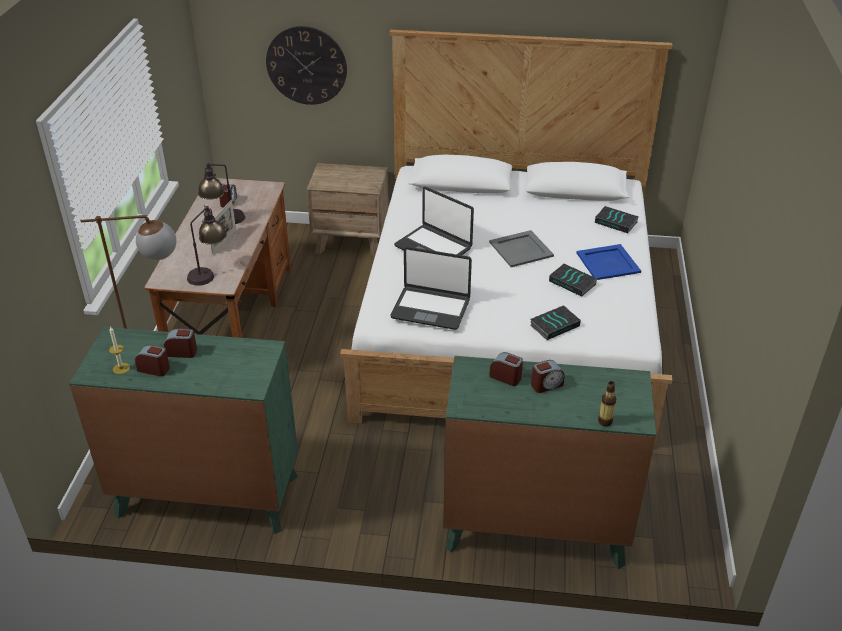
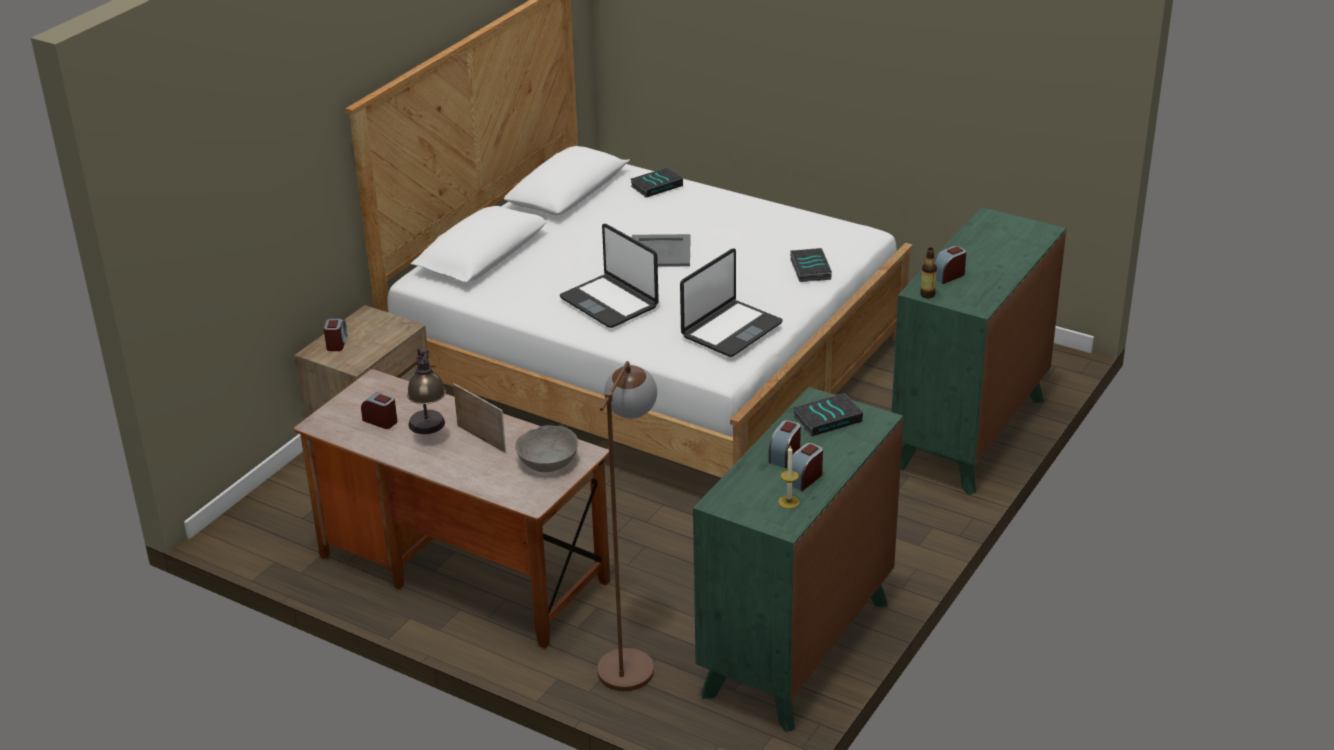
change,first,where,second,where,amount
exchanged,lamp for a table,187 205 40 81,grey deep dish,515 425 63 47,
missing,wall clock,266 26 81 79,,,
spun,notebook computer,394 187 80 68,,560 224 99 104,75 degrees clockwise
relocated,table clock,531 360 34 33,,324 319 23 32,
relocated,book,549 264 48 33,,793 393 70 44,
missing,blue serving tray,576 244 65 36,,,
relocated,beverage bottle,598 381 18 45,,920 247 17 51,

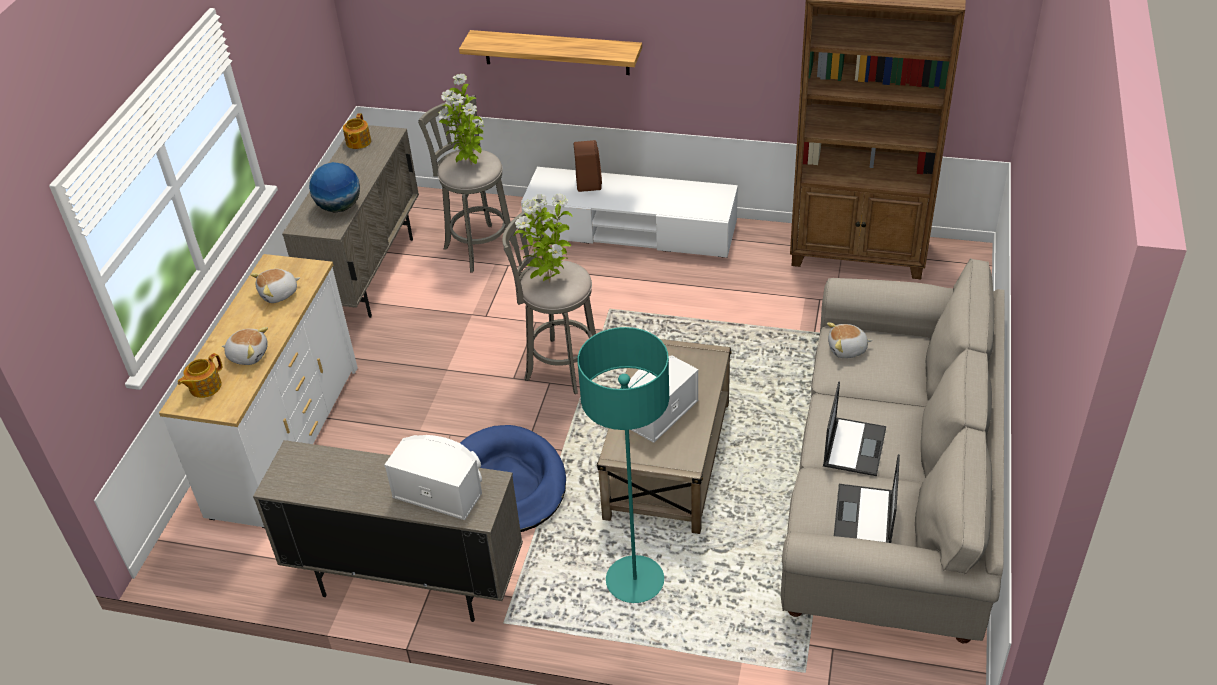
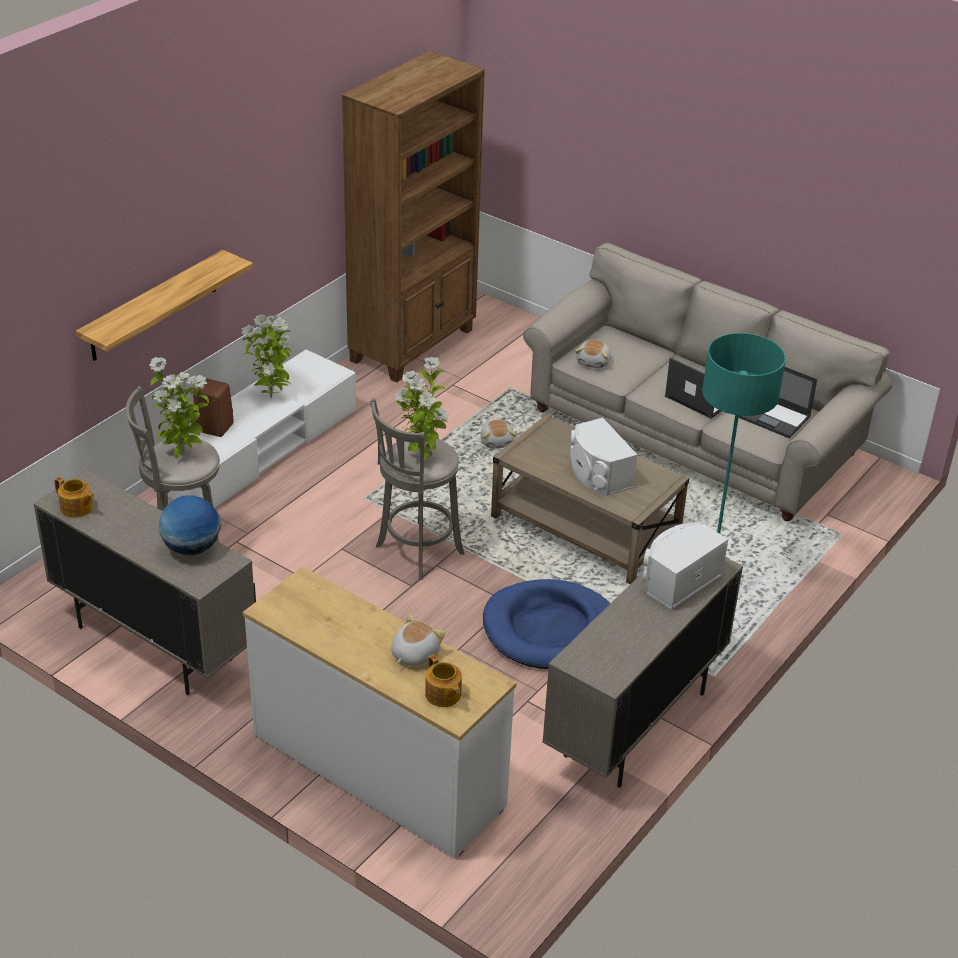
change,first,where,second,where,amount
relocated,soft toy,250 269 50 34,,480 420 36 28,
appeared,,,potted plant,241 314 51 85,

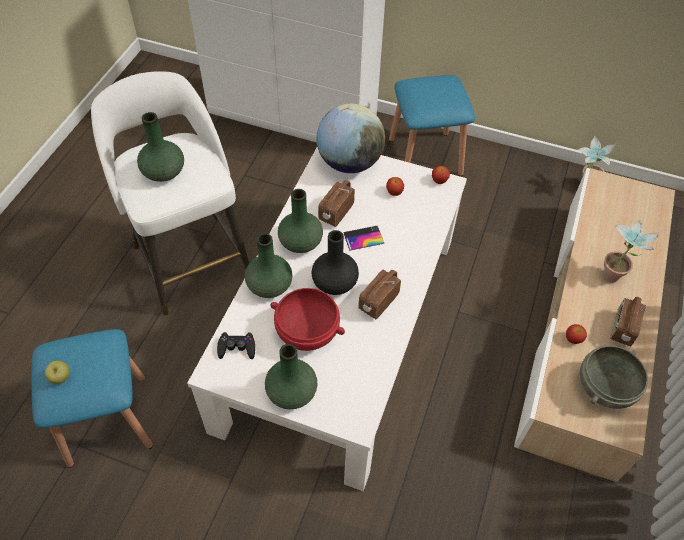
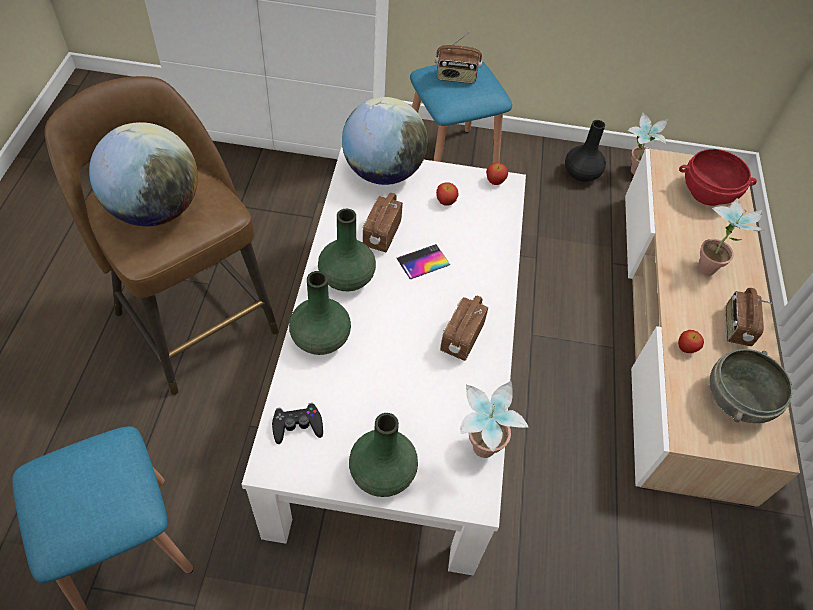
change,first,where,second,where,amount
missing,apple,45 360 25 24,,,
colour,white-coloured stool seat,91 71 158 244,brown stool seat,44 76 235 319,
exchanged,green-coloured flower vase,137 112 47 70,globe,89 122 109 104,
relocated,red-coloured deep dish,270 288 75 63,,679 149 78 57,
relocated,blackish flower vase,312 230 47 65,,565 120 41 62,
appeared,,,radio,435 32 47 51,
appeared,,,potted plant,460 381 69 77,

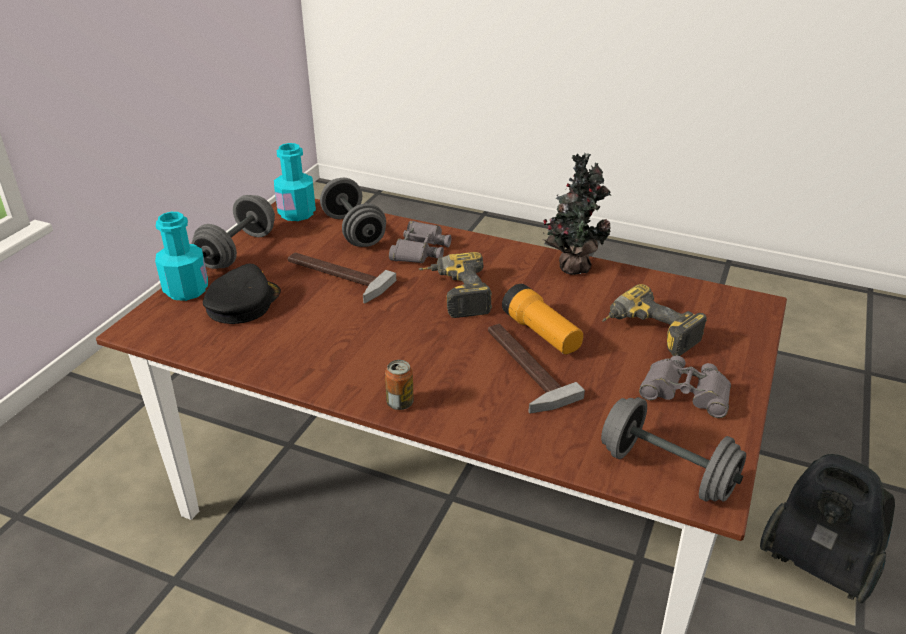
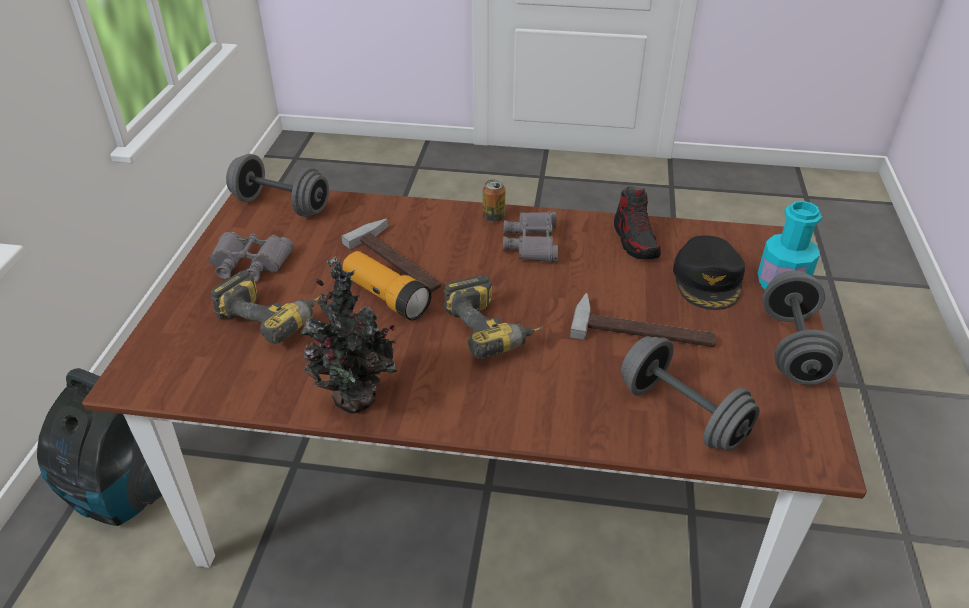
change,first,where,second,where,amount
missing,blue-green beverage bottle,274 143 42 78,,,
relocated,grey pair of binoculars,389 221 62 42,,503 211 55 52,
appeared,,,item of footwear,614 186 47 73,

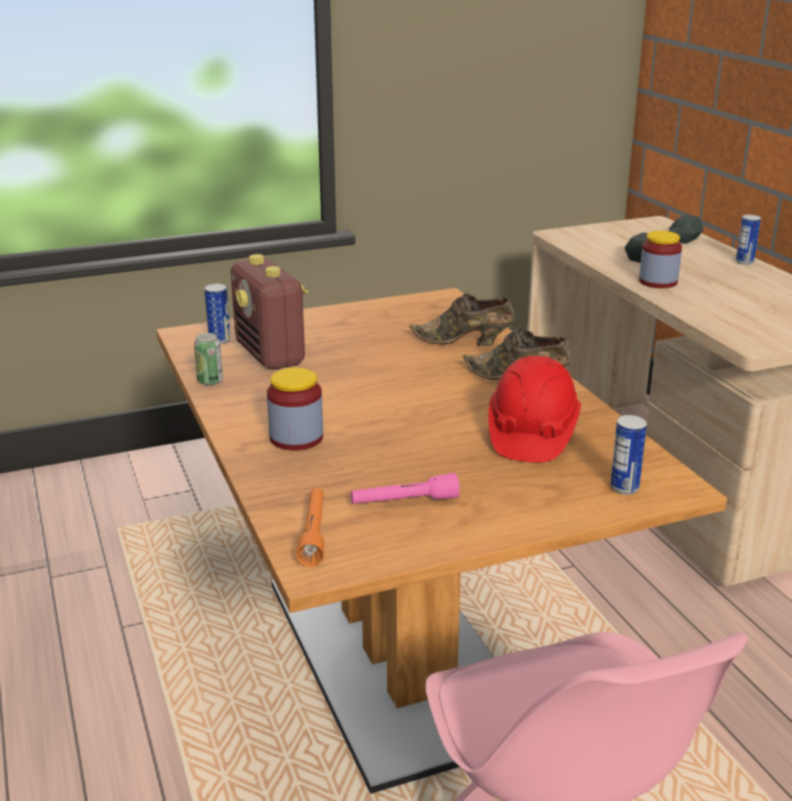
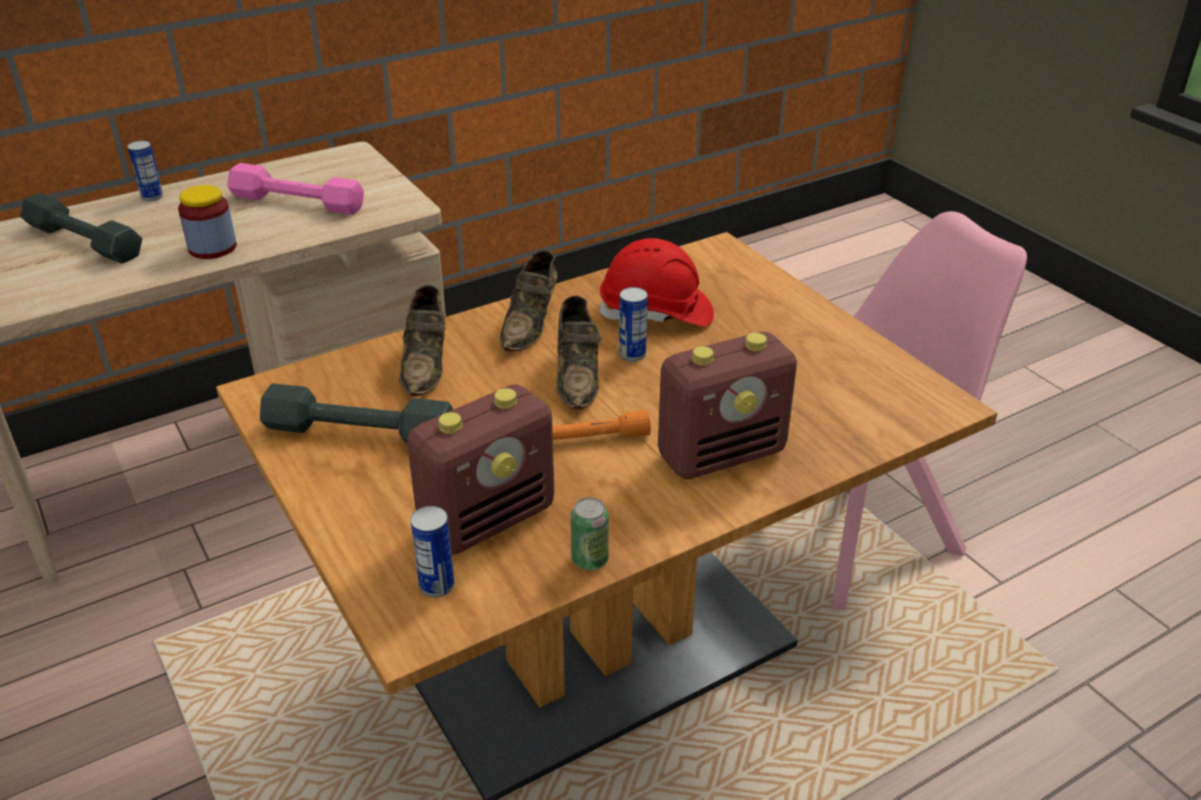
change,first,where,second,where,amount
exchanged,storage jar,267 367 56 84,radio,658 332 139 147,
relocated,orange hand torch,296 488 28 79,,552 410 99 30,
missing,pink-coloured hand torch,351 473 109 31,,,
relocated,can,610 415 37 80,,619 287 29 75,
appeared,,,pink-coloured dumbbell,227 163 137 52,
appeared,,,grey dumbbell,260 384 194 59,
appeared,,,brown item of footwear,556 295 46 115,

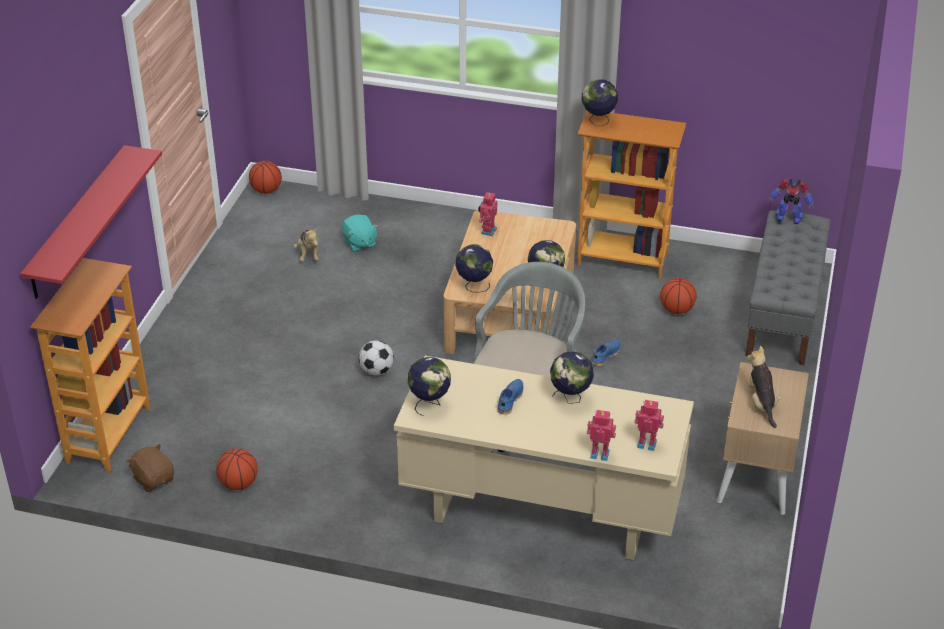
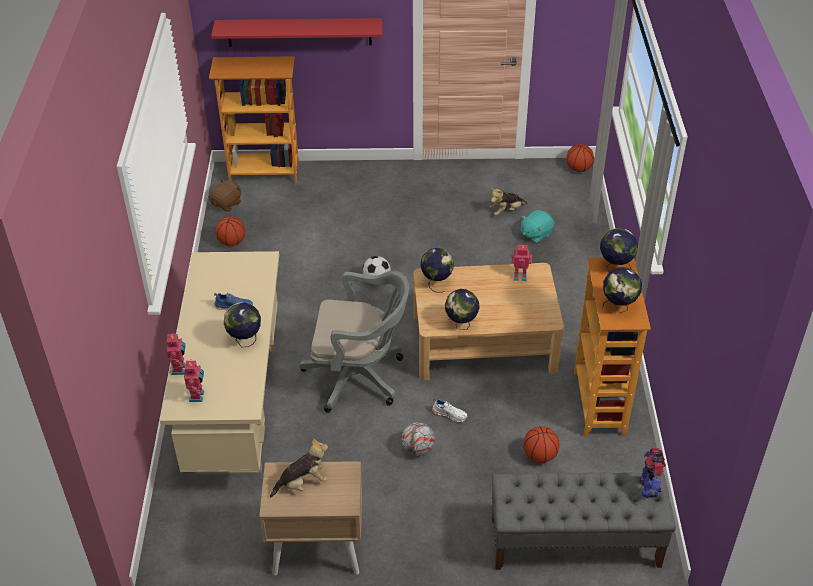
change,first,where,second,where,amount
relocated,globe,408 357 43 59,,602 267 40 46,
colour,blue item of footwear,591 340 30 26,white-coloured item of footwear,432 398 36 24,
appeared,,,football,402 422 33 34,

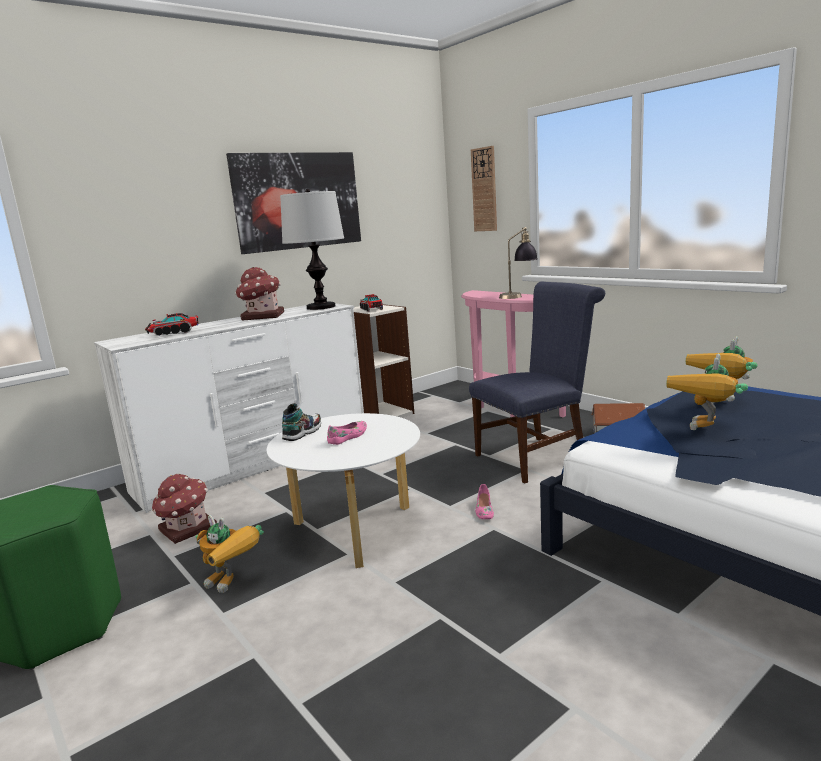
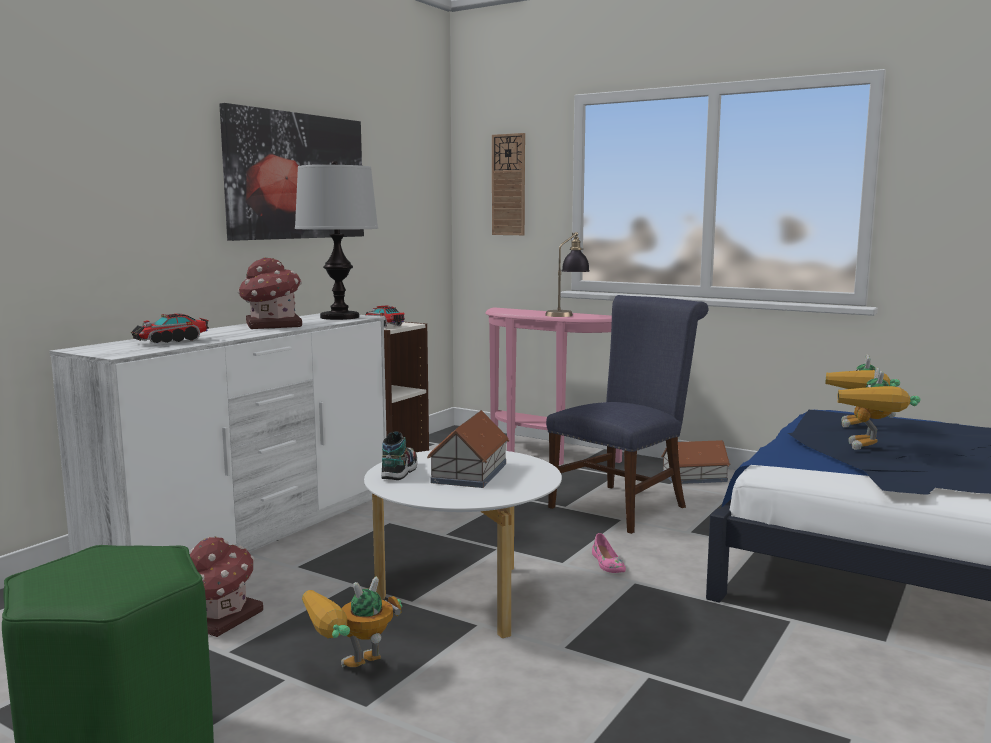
change,first,where,second,where,amount
spun,toy robot,195 515 69 78,,302 577 100 91,135 degrees clockwise
exchanged,pink-coloured item of footwear,327 421 40 24,model house,427 410 82 78,

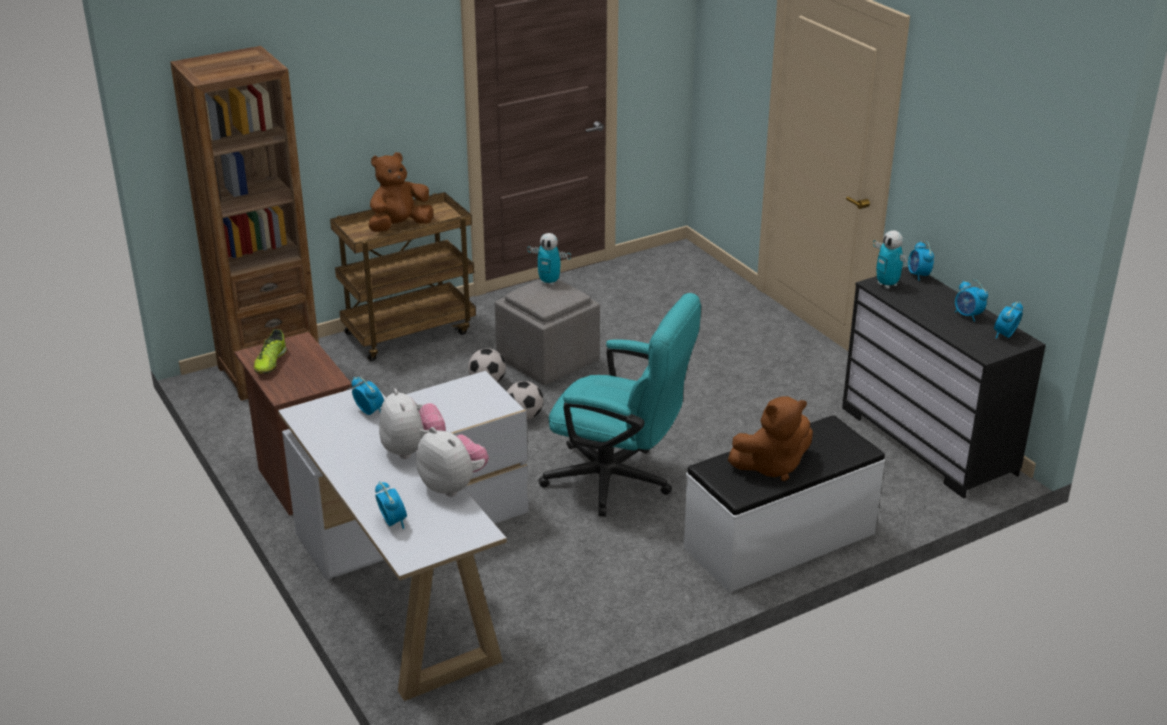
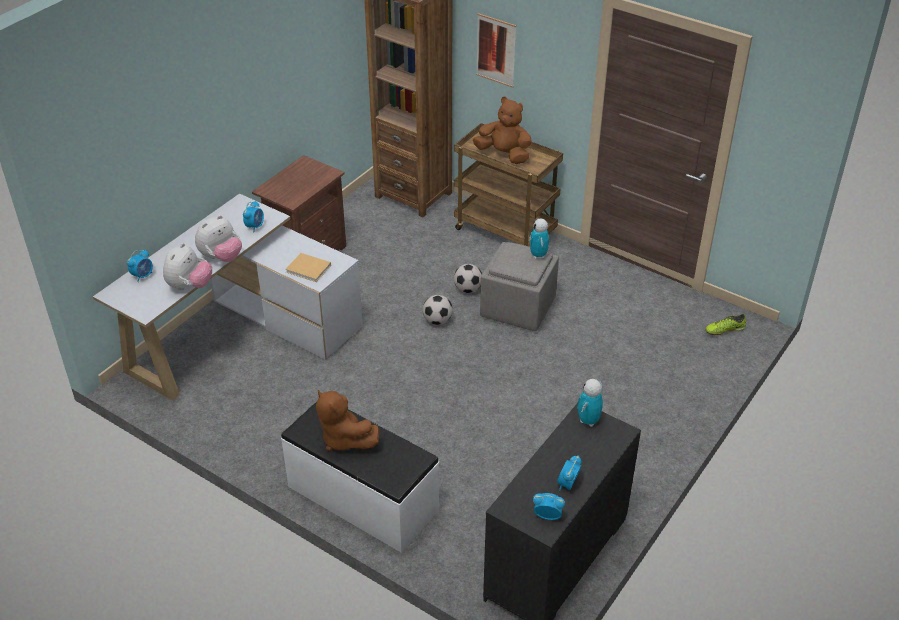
change,first,where,second,where,amount
relocated,item of footwear,254 329 33 45,,705 314 41 21,
missing,blue-green computer chair,538 293 163 224,,,
missing,table clock,908 241 26 40,,,
appeared,,,beige-coloured book,286 253 45 29,
appeared,,,wall picture,476 13 40 75,

